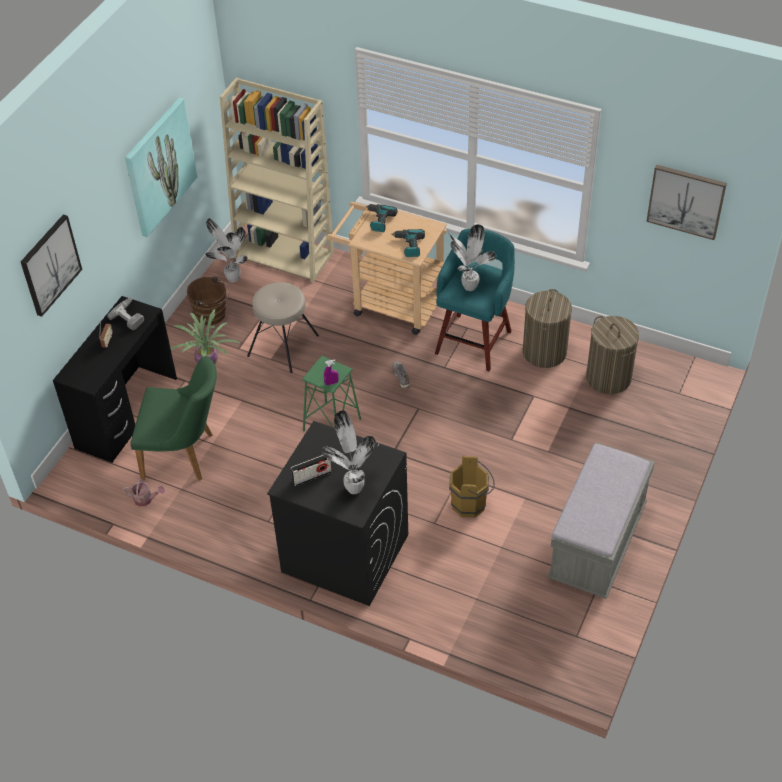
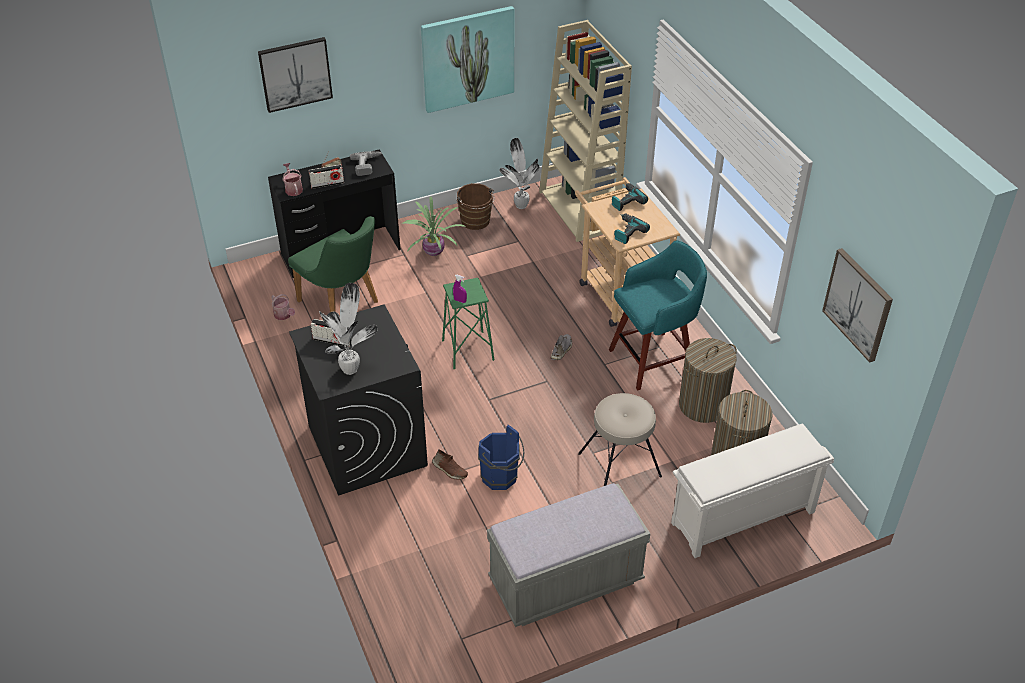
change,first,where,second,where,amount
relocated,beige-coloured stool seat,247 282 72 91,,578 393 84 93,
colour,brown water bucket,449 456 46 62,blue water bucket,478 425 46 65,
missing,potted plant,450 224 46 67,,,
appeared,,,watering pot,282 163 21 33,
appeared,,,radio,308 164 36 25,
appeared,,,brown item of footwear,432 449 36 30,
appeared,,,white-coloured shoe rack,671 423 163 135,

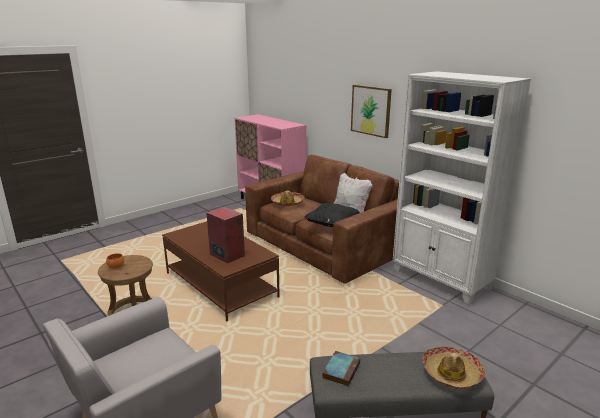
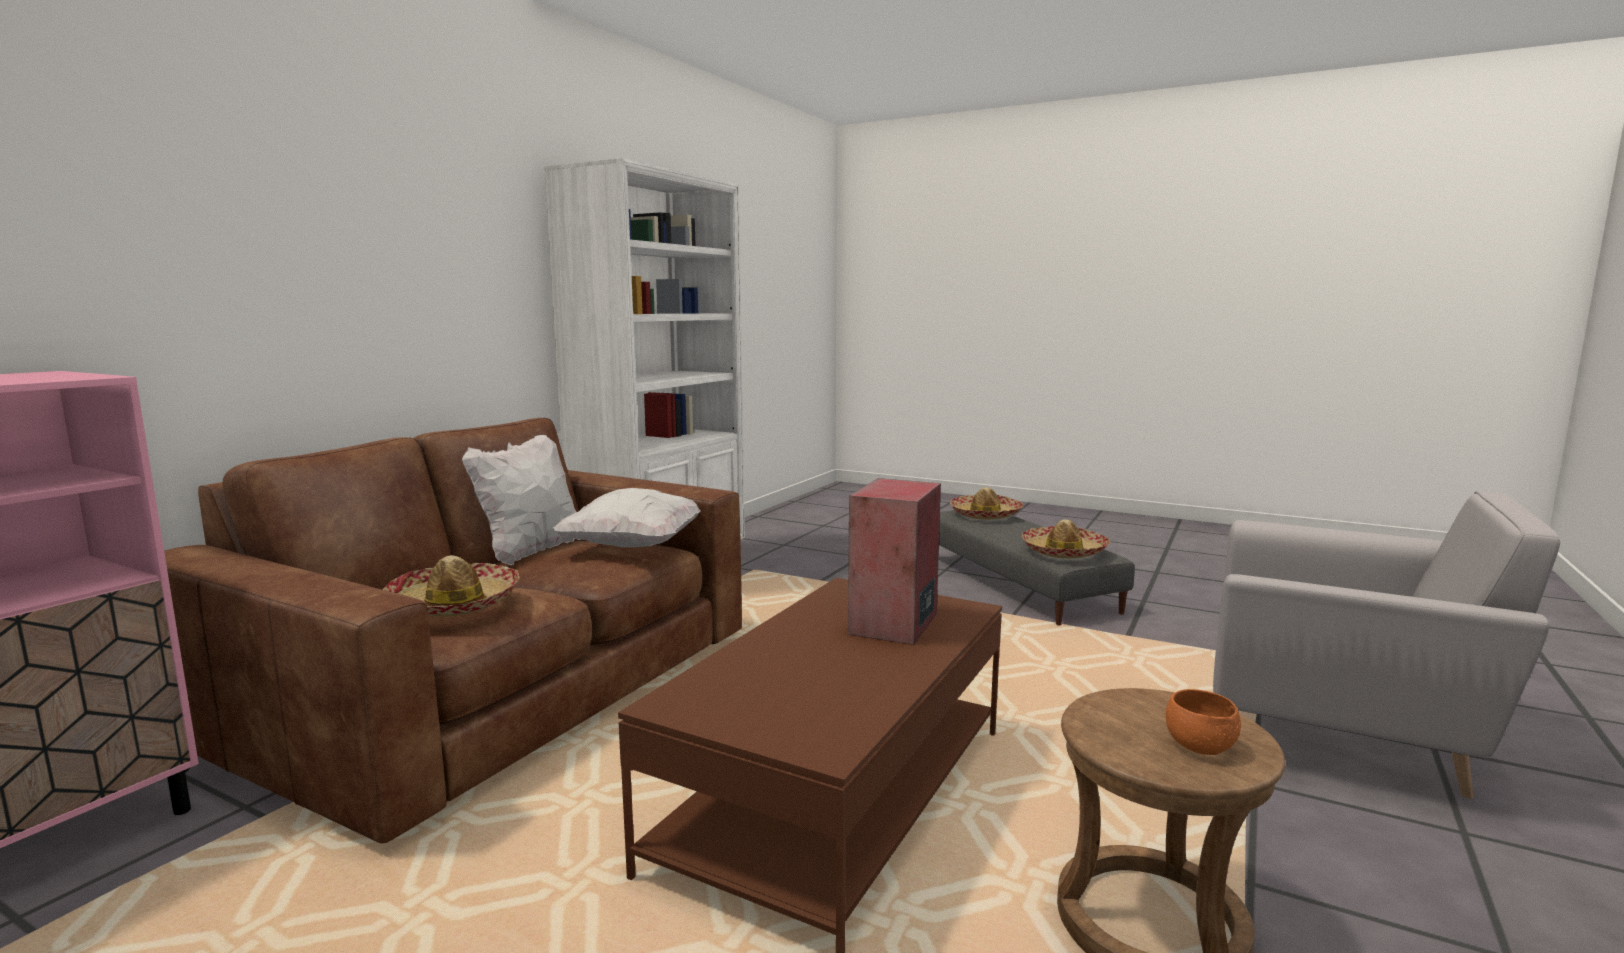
change,first,where,second,where,amount
colour,blackish pillow,304 203 56 24,white-coloured pillow,553 488 148 59,
exchanged,book,322 351 38 36,clothing hat,1022 519 88 39,
missing,wall picture,351 85 41 53,,,

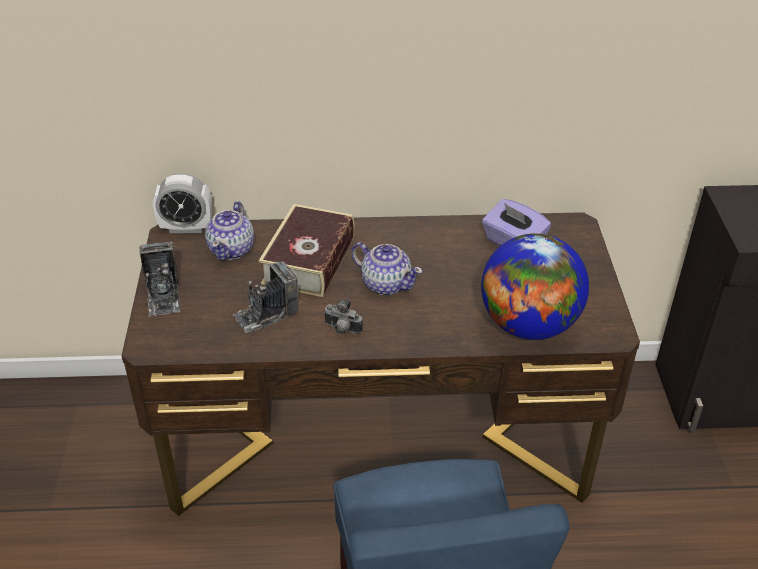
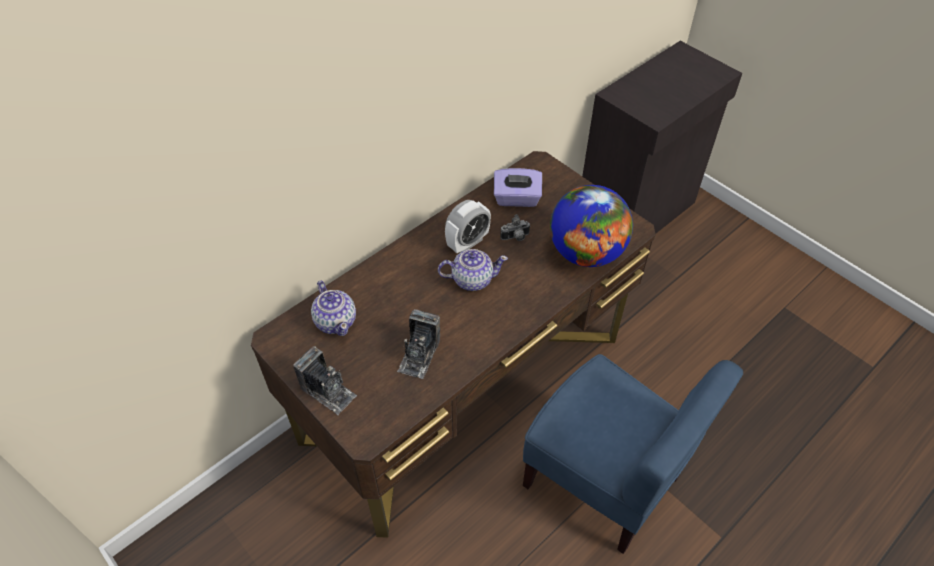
change,first,where,second,where,amount
relocated,table clock,153 173 59 60,,445 200 46 53,
missing,book,259 204 95 93,,,
relocated,still camera,324 299 39 35,,500 214 31 27,

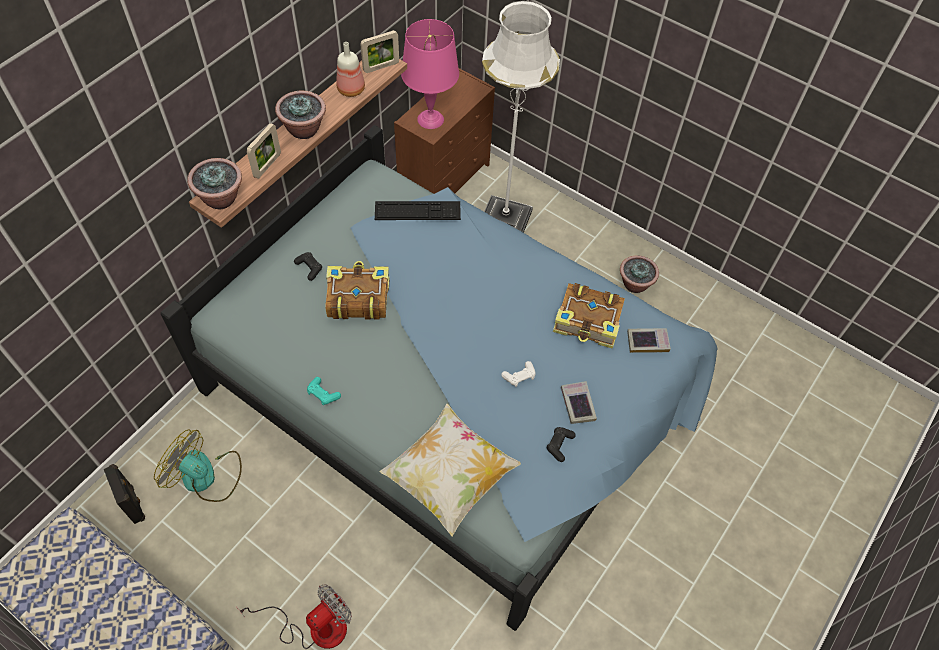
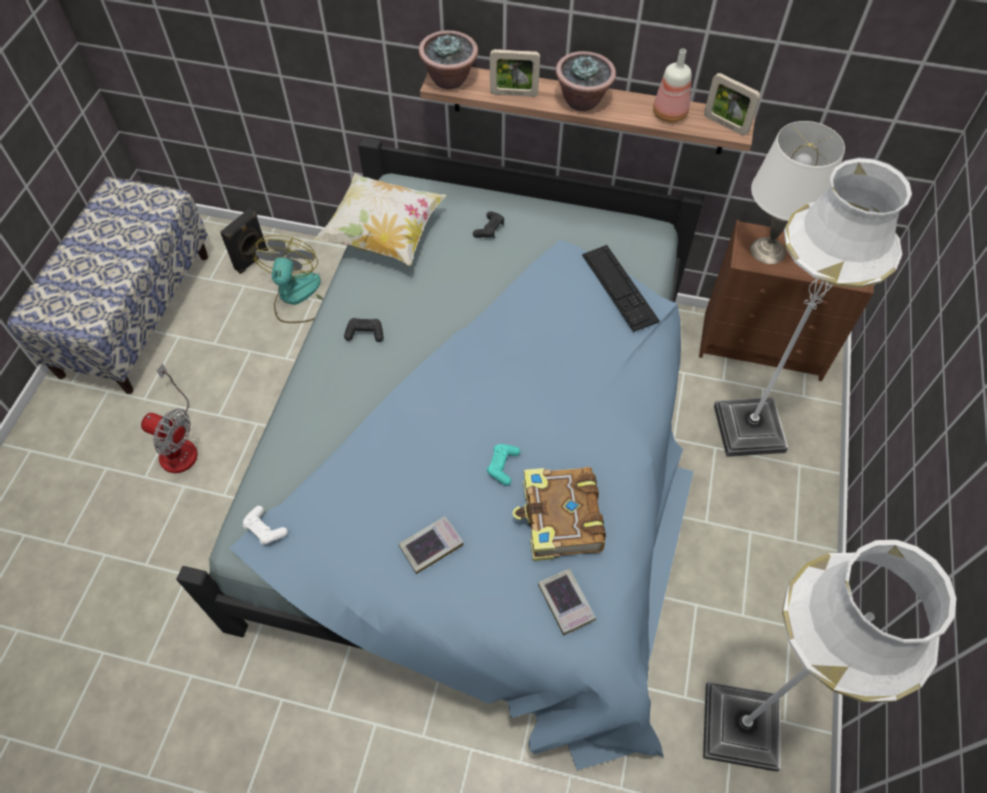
change,first,where,second,where,amount
relocated,blue-green joypad,307 377 34 29,,487 444 33 42,
missing,book,325 261 64 59,,,
relocated,pillow,379 404 142 132,,314 173 132 93,
colour,pink-coloured lamp for a table,401 19 58 110,white-coloured lamp for a table,750 121 95 143,
relocated,white-coloured joypad,501 361 35 26,,243 506 45 39,
relocated,blackish joypad,547 427 29 35,,344 318 40 24,
missing,potted plant,620 255 39 38,,,
appeared,,,white-coloured standing lamp,703 540 254 232,

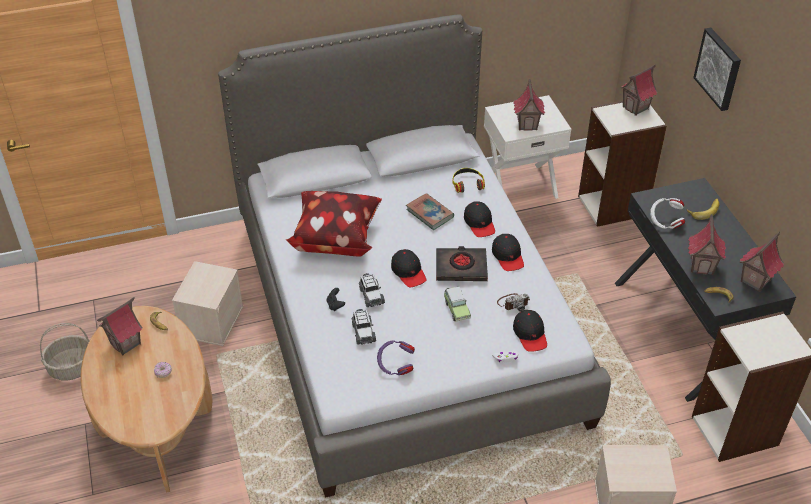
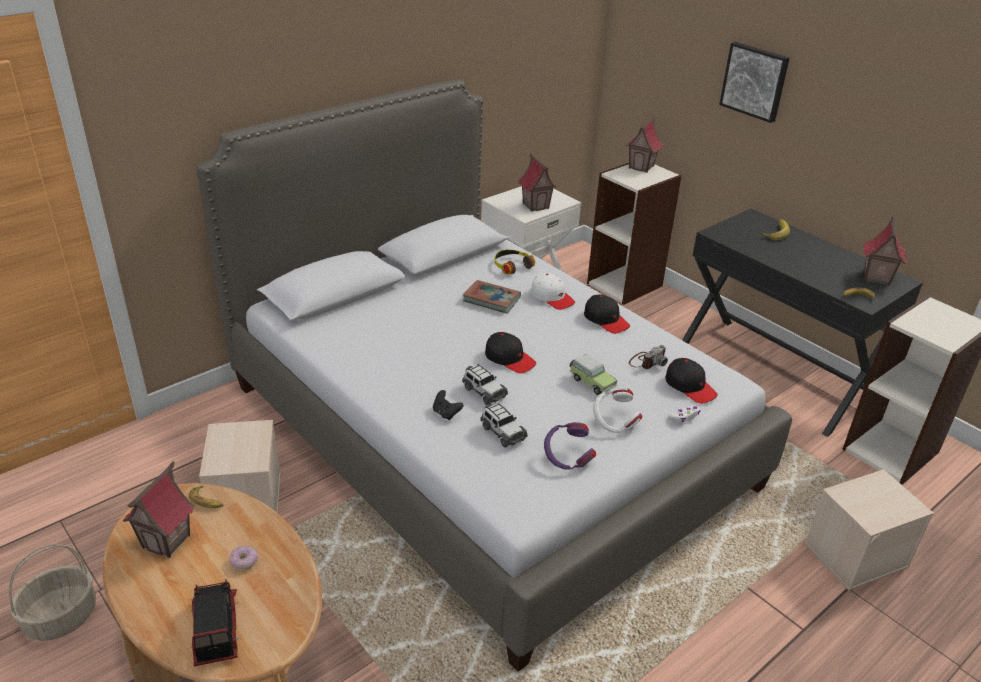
change,first,where,second,where,amount
missing,pillow,286 191 96 66,,,
missing,blackish book,436 246 52 35,,,
colour,blackish peaked cap,464 201 31 36,white-coloured peaked cap,531 273 44 37,
relocated,white-coloured pair of headphones,650 198 35 31,,593 388 49 45,
missing,model house,688 214 38 61,,,
appeared,,,model truck,190 579 49 87,

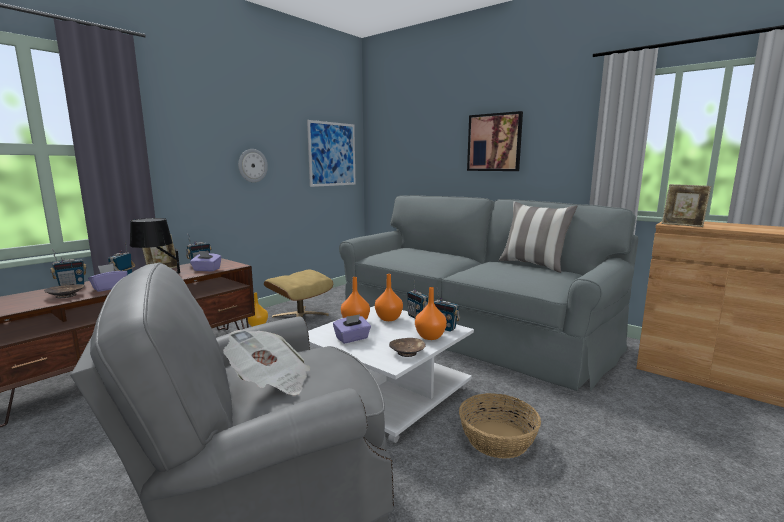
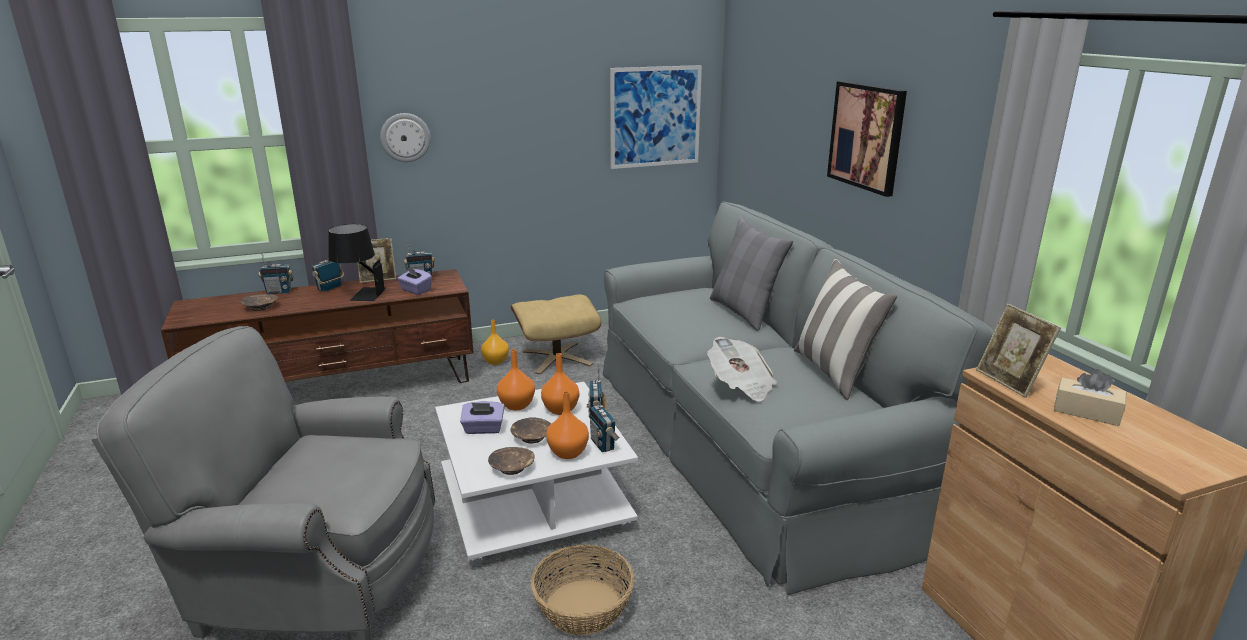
change,first,where,second,where,amount
missing,purple box of tissues,88 264 40 28,,,
relocated,printed paper,223 330 87 65,,707 337 70 65,
relocated,wall clock,238 149 30 34,,380 113 51 49,
appeared,,,brown deep dish,511 417 40 26,
appeared,,,grey pillow,710 217 83 114,
appeared,,,beige-coloured box of tissues,1054 369 72 57,

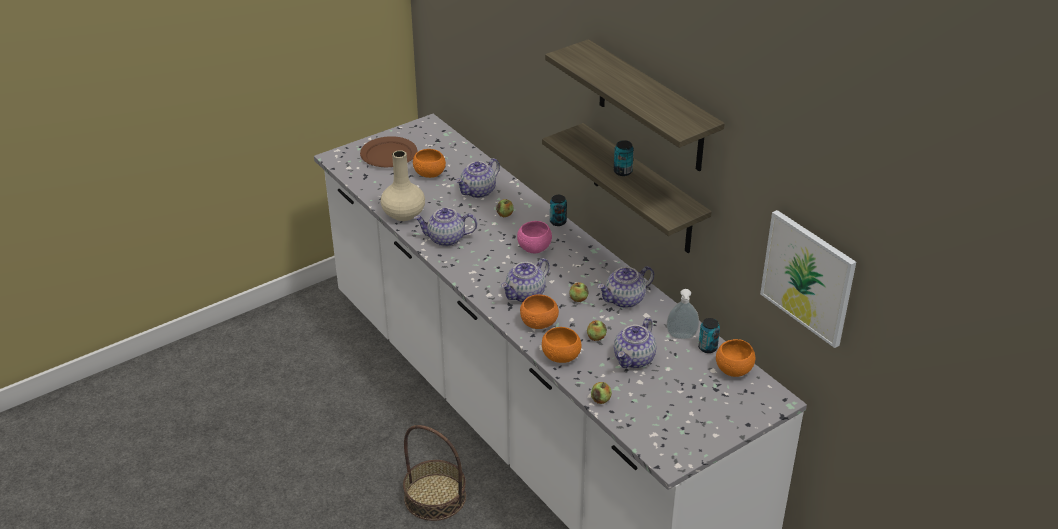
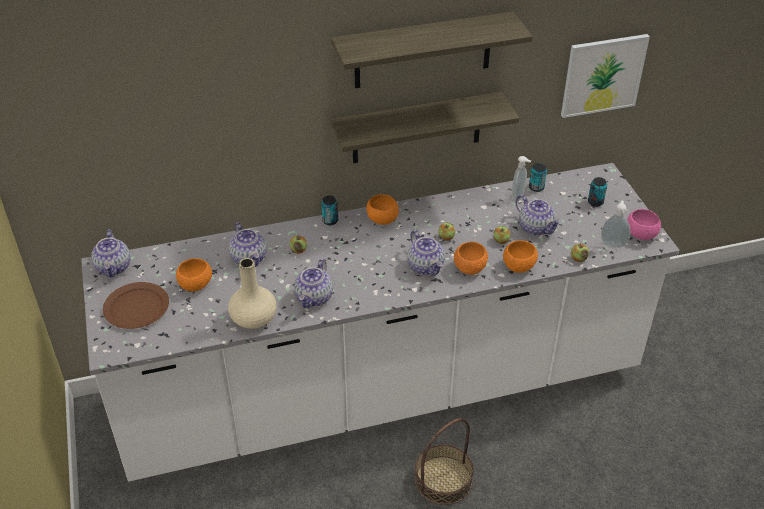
change,first,where,second,where,amount
relocated,pink-coloured deep dish,517 221 35 32,,627 209 34 31,
relocated,tea pot,597 266 57 42,,91 229 40 49,
relocated,can,614 140 20 36,,588 177 19 30,
relocated,orange deep dish,716 339 39 38,,366 194 33 31,
appeared,,,soap bottle,601 201 29 47,

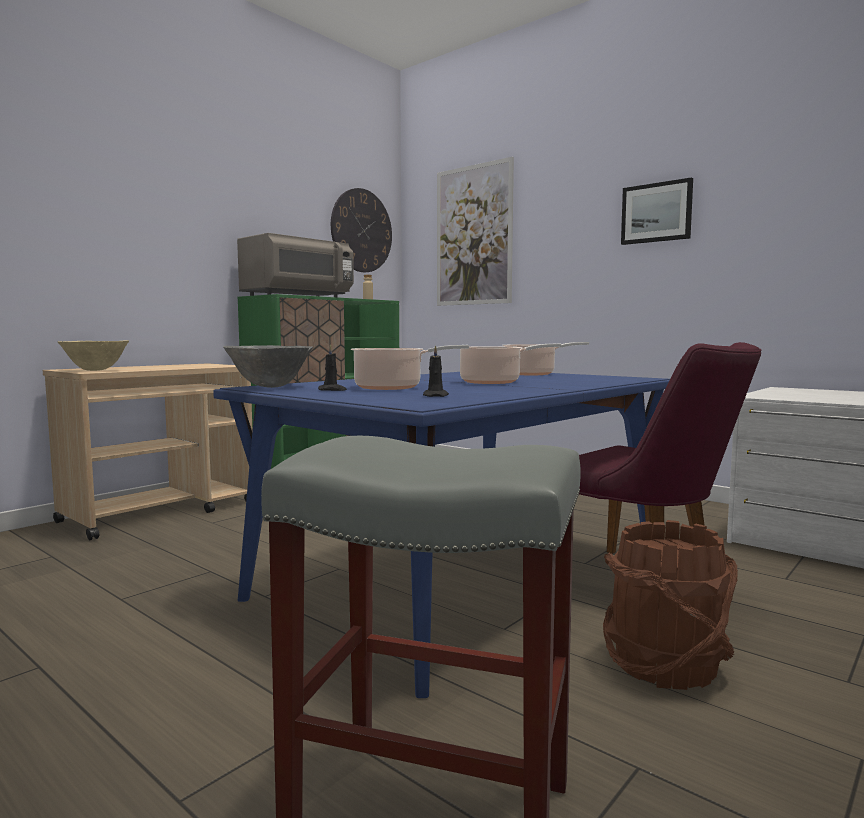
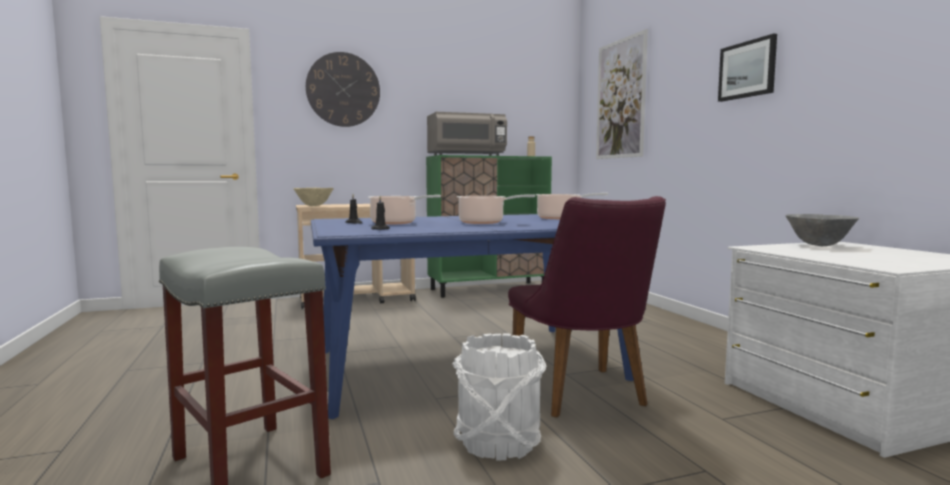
change,first,where,second,where,amount
relocated,grey deep dish,223 345 90 43,,785 214 74 32,
relocated,wall clock,331 188 61 84,,306 52 74 75,
colour,brown water bucket,603 520 135 170,white-coloured water bucket,453 333 94 128,

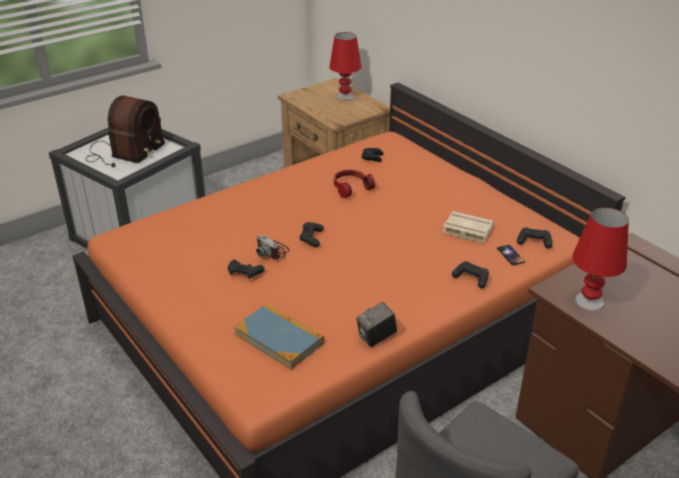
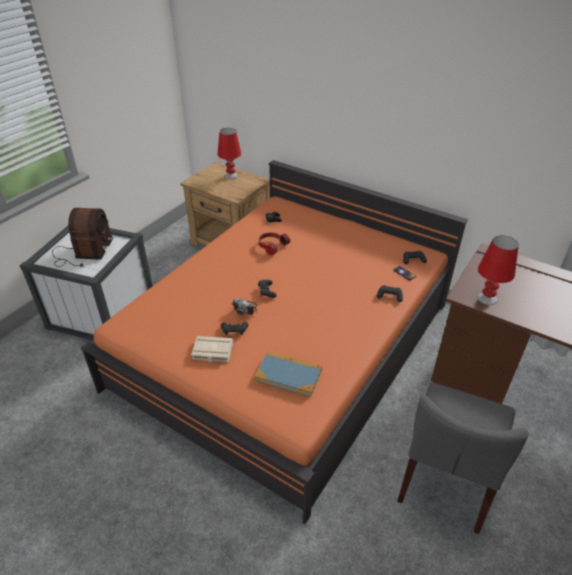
change,first,where,second,where,amount
missing,still camera,356 302 41 45,,,
relocated,beige-coloured book,442 211 52 32,,191 336 42 26,

